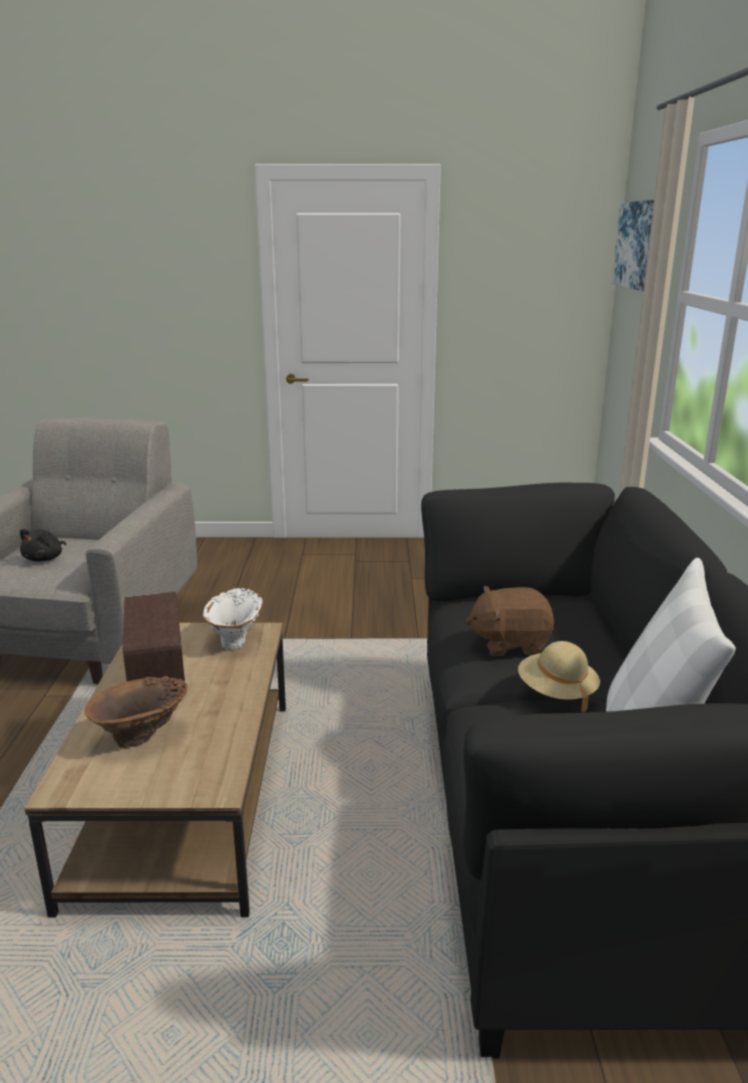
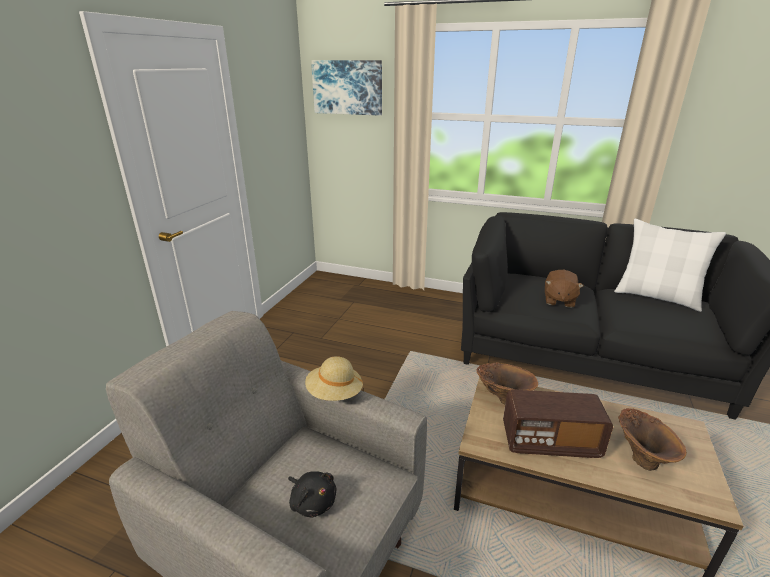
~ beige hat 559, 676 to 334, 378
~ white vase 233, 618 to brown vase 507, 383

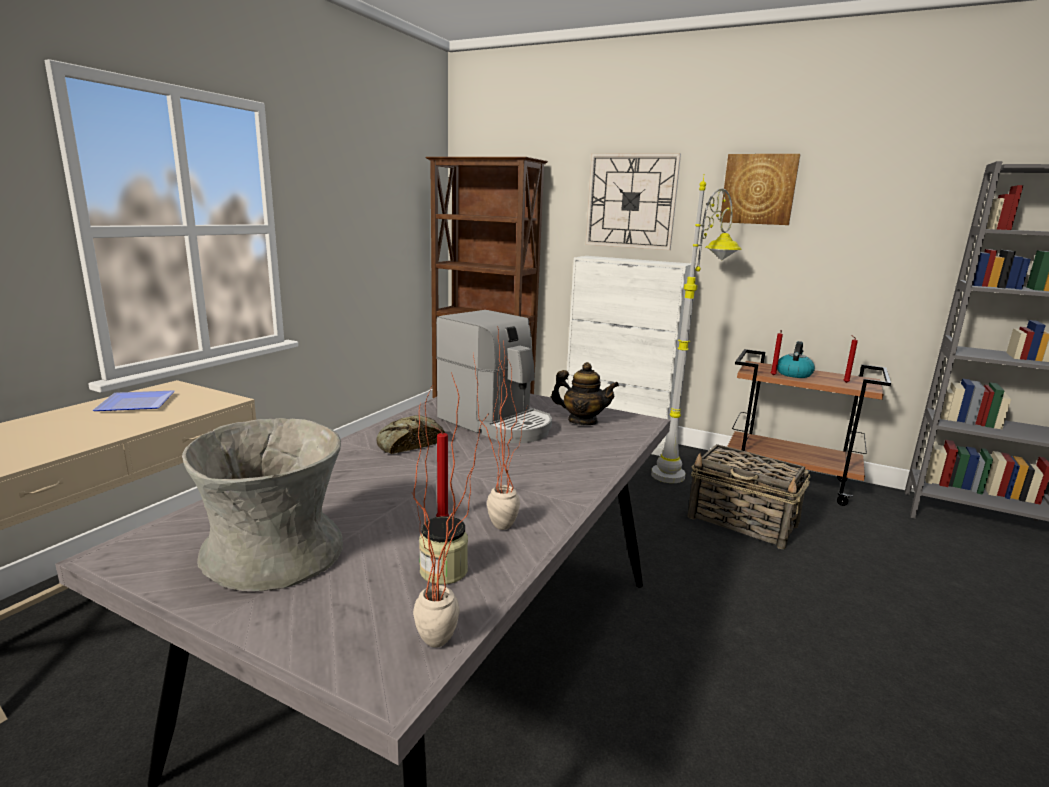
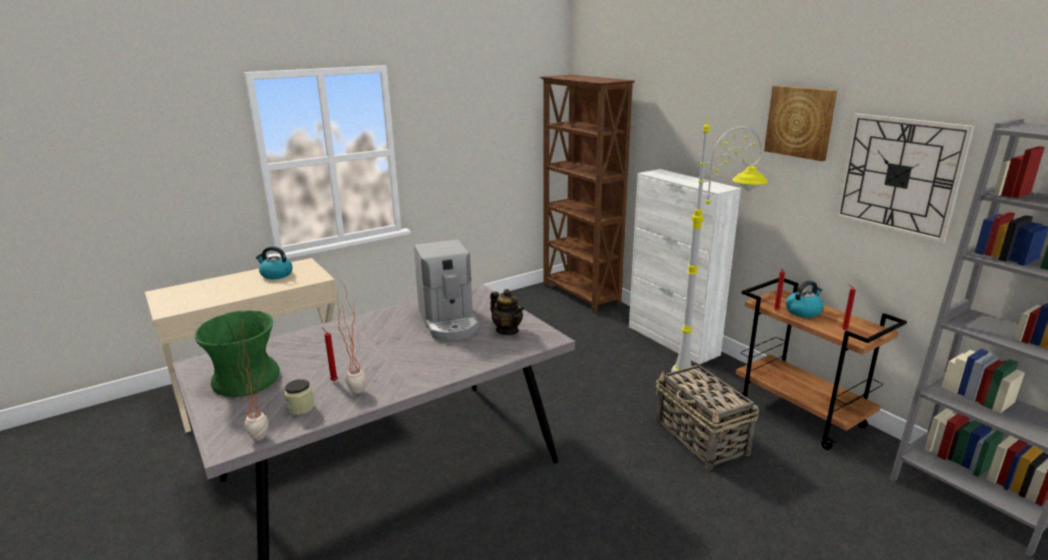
~ grey vase 262, 504 to green vase 237, 353
~ plate 133, 400 to kettle 274, 262
~ wall clock 633, 201 to 905, 178
- bread 410, 434

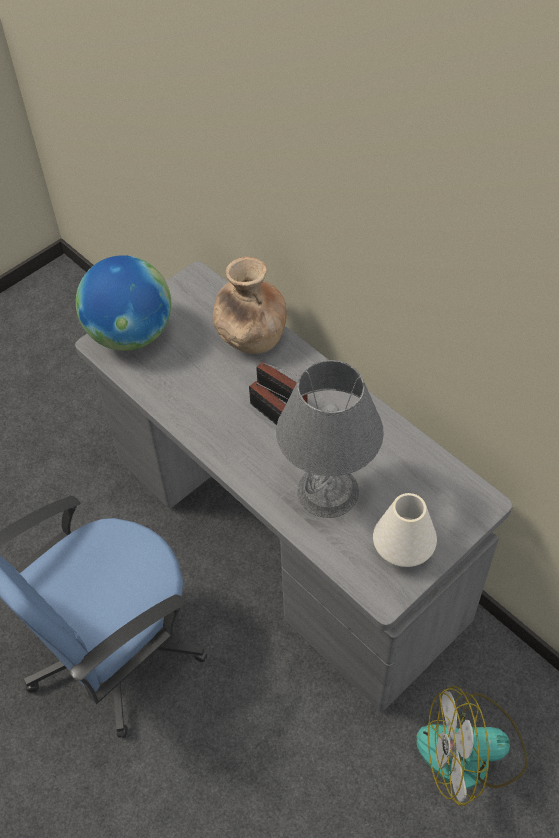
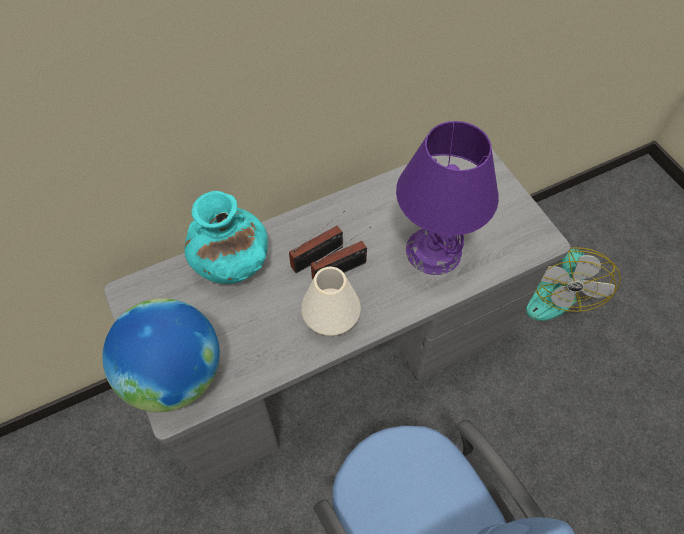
~ brown vase 250, 305 to turquoise vase 226, 237
~ white vase 405, 530 to 331, 301
~ grey table lamp 330, 439 to purple table lamp 447, 198

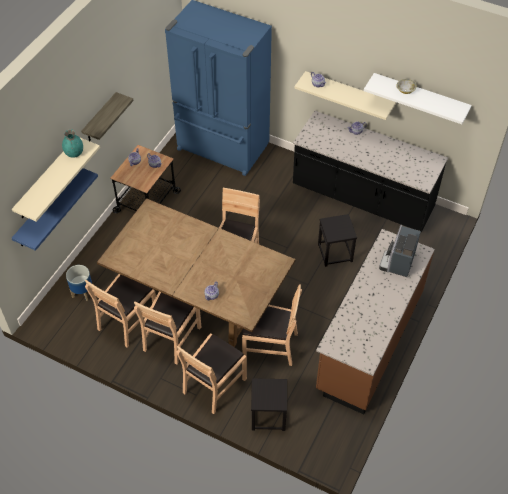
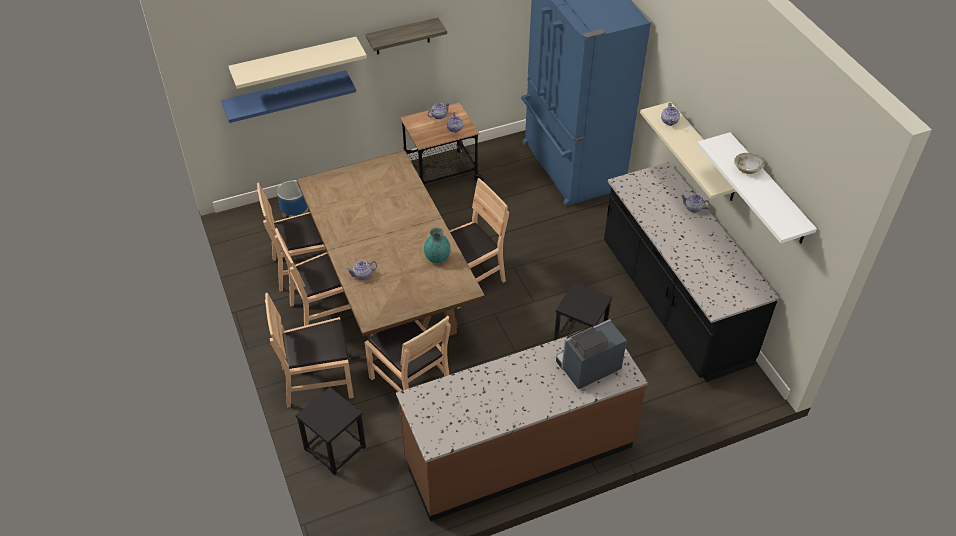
~ turquoise vase 72, 143 to 437, 245

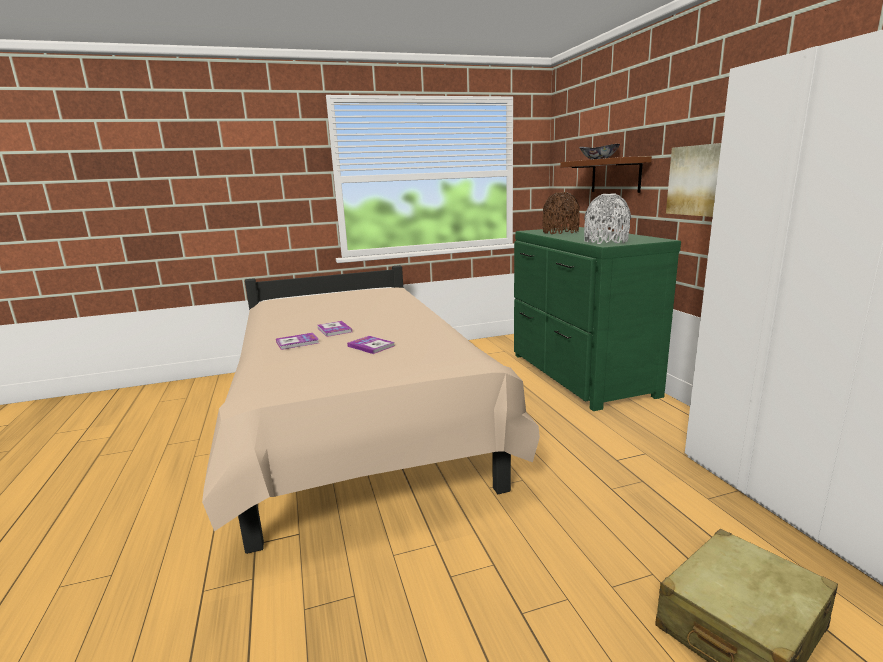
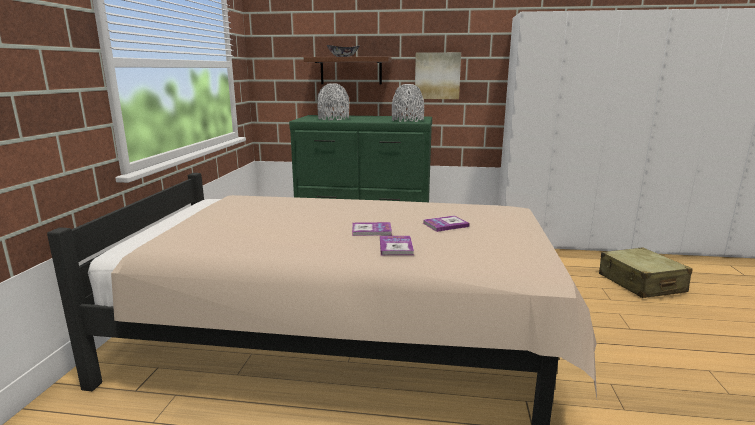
~ brown vase 561, 213 to grey vase 333, 102

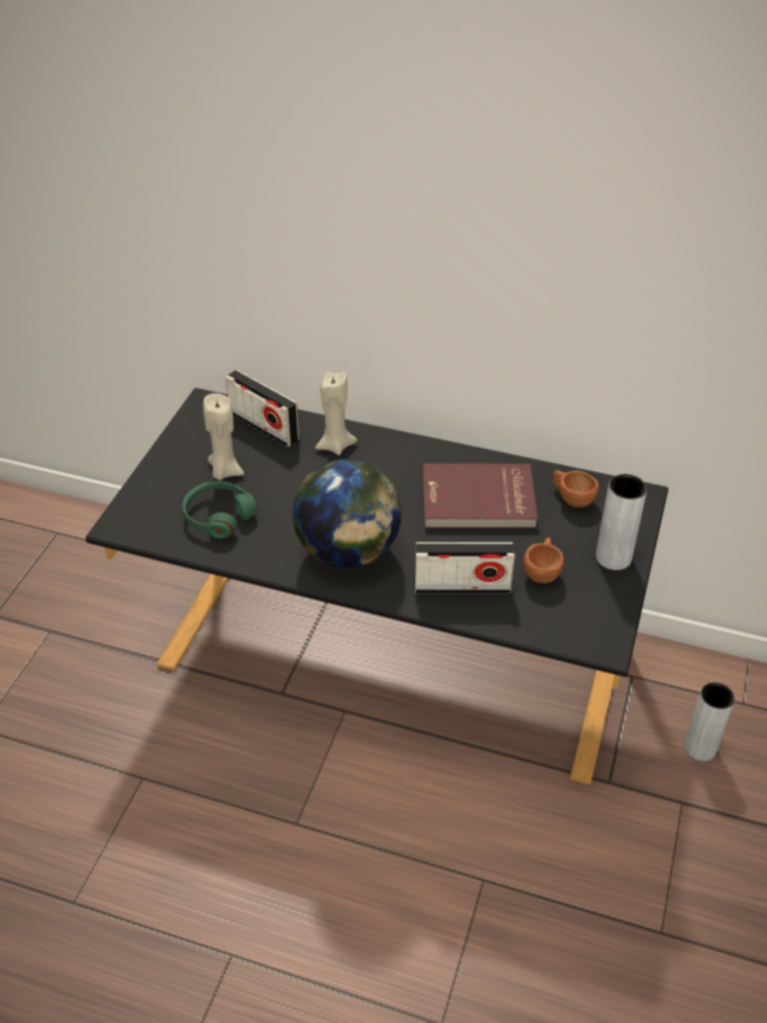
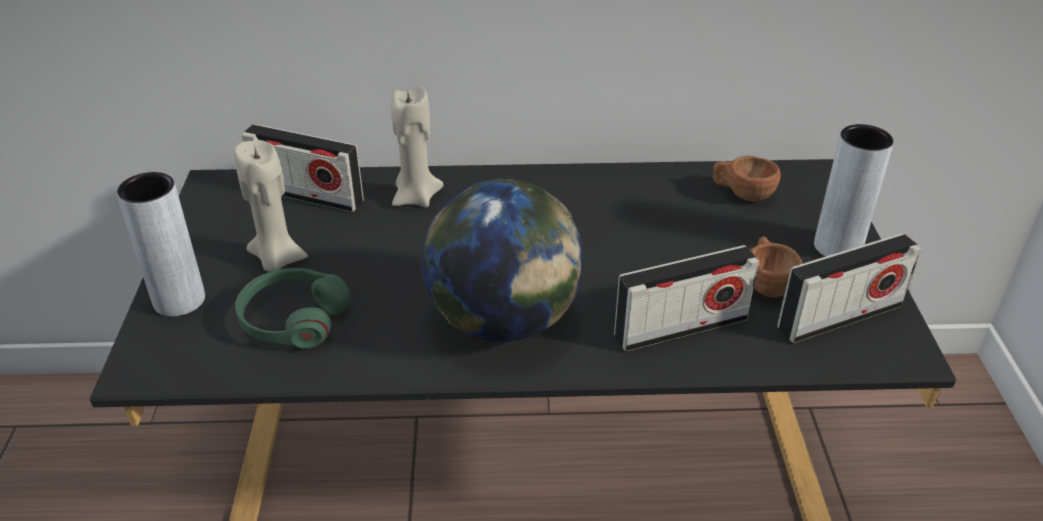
~ grey vase 709, 721 to 161, 244
+ radio 849, 288
- red book 480, 495

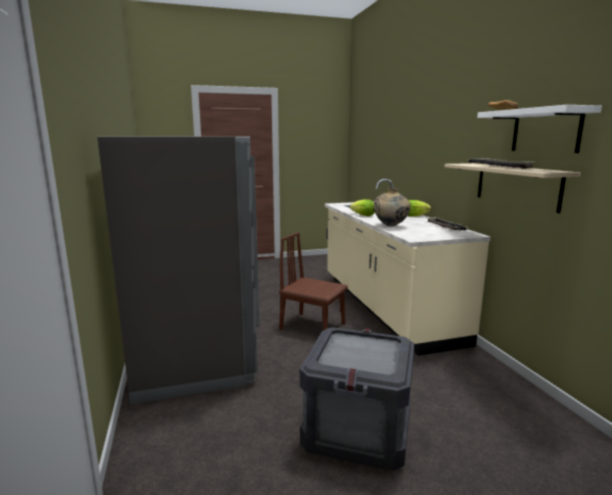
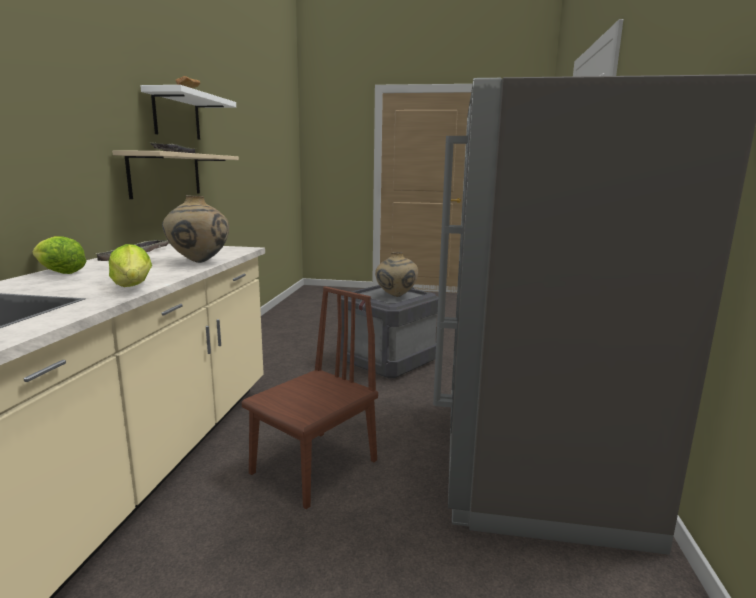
~ brown chair 313, 281 = 309, 397 105 degrees counterclockwise
+ beige vase 396, 274

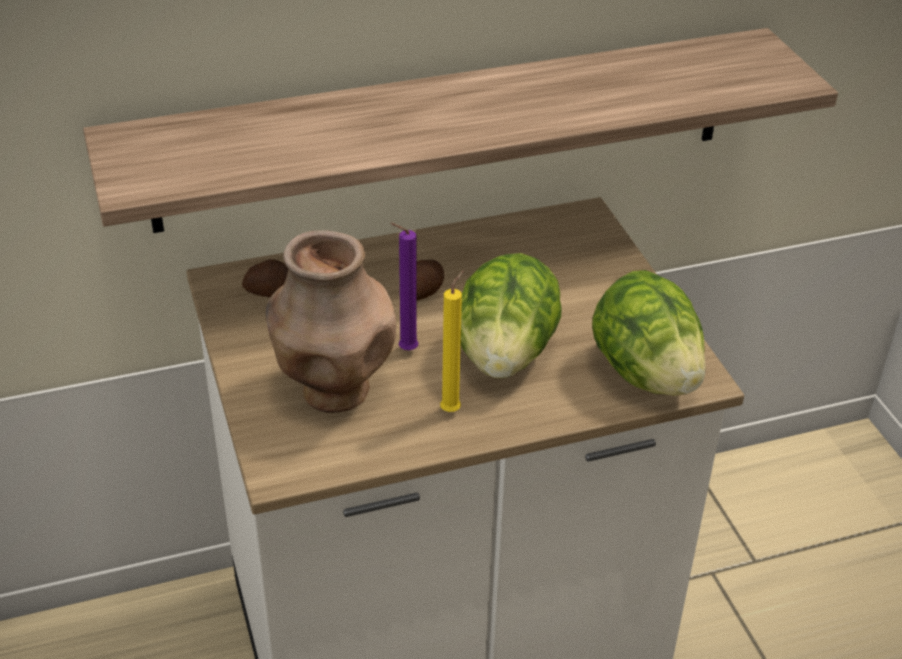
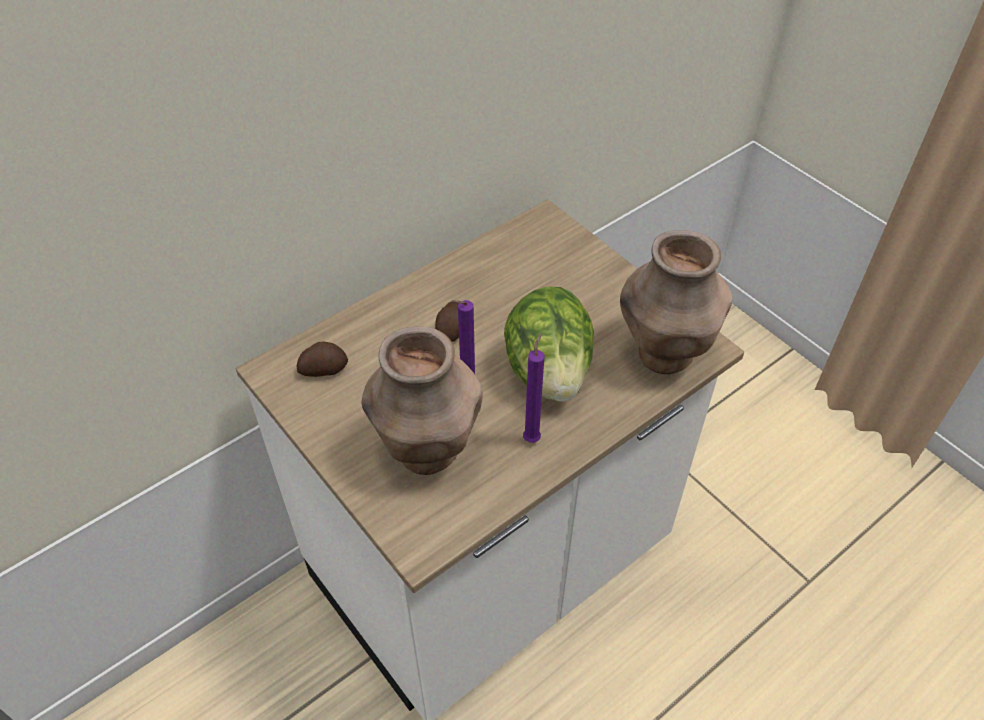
~ yellow candle 452, 341 to purple candle 534, 388
~ lettuce 648, 333 to brown vase 676, 302
- shelf 460, 130

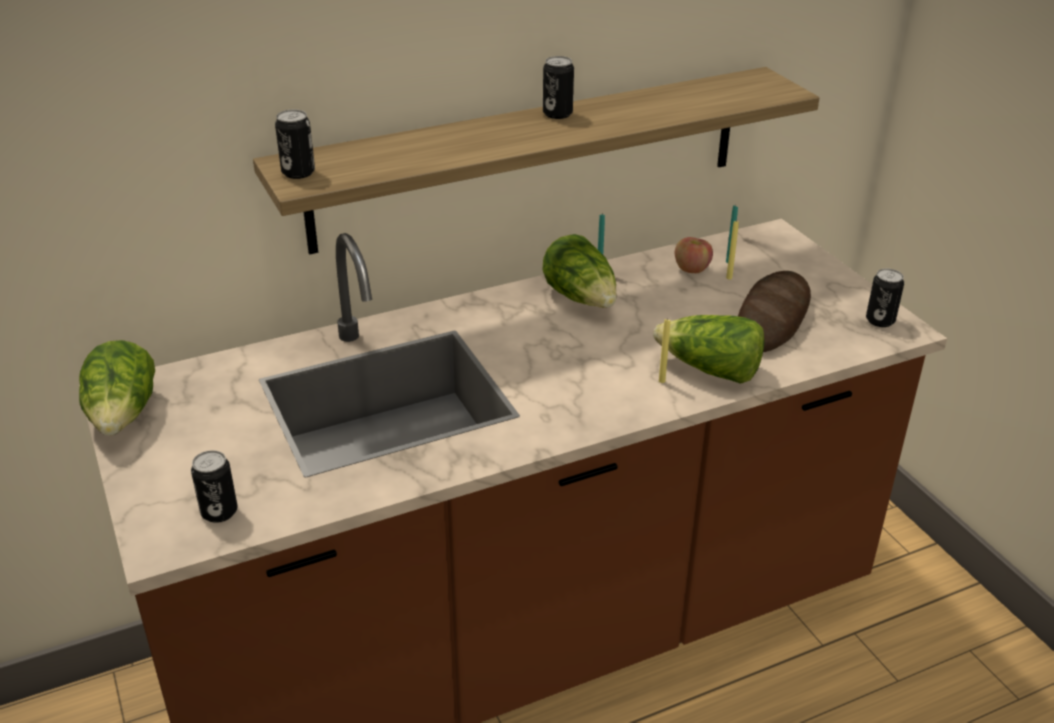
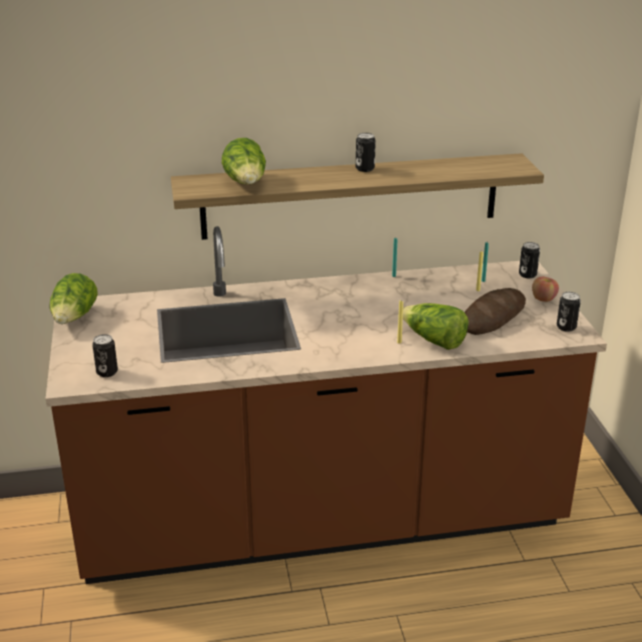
~ lettuce 579, 271 to 244, 161
~ can 295, 144 to 529, 260
~ apple 694, 255 to 545, 289

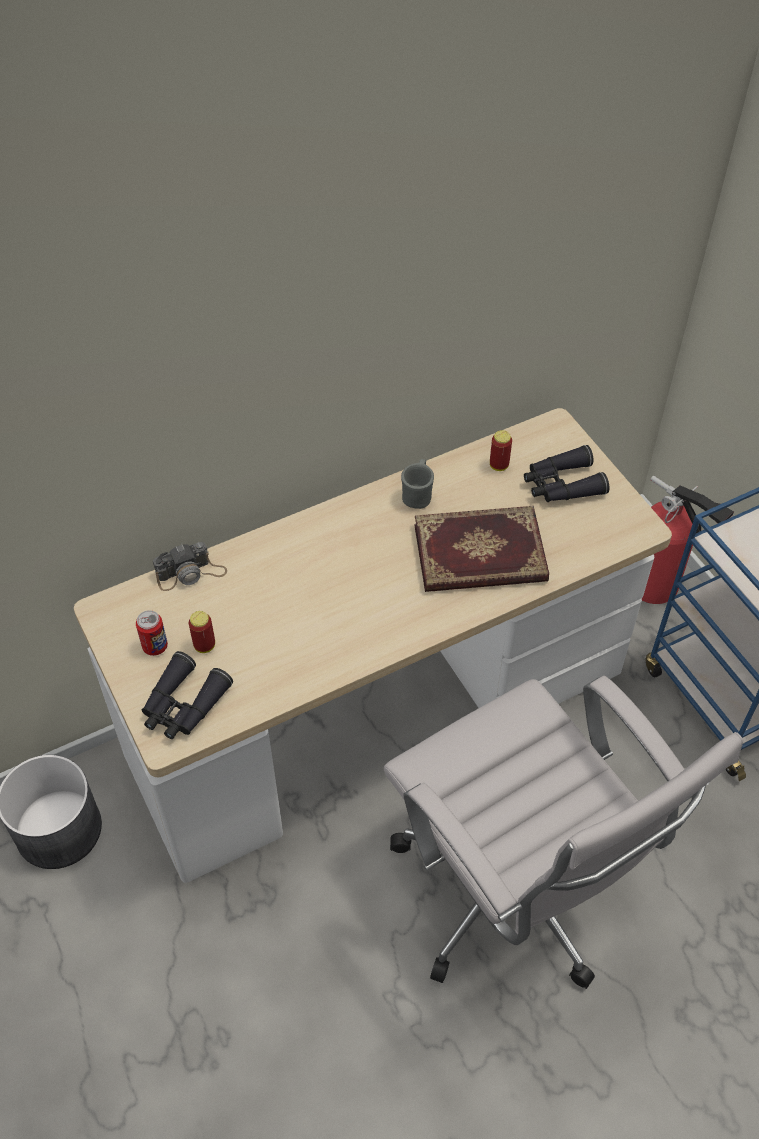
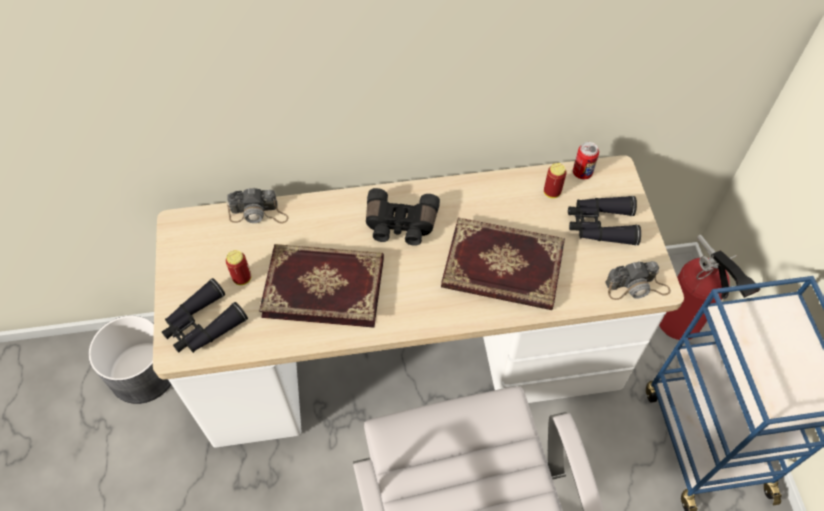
+ book 321, 286
+ black binoculars 403, 217
~ can 152, 633 to 586, 160
+ photo camera 638, 280
- grey mug 417, 484

